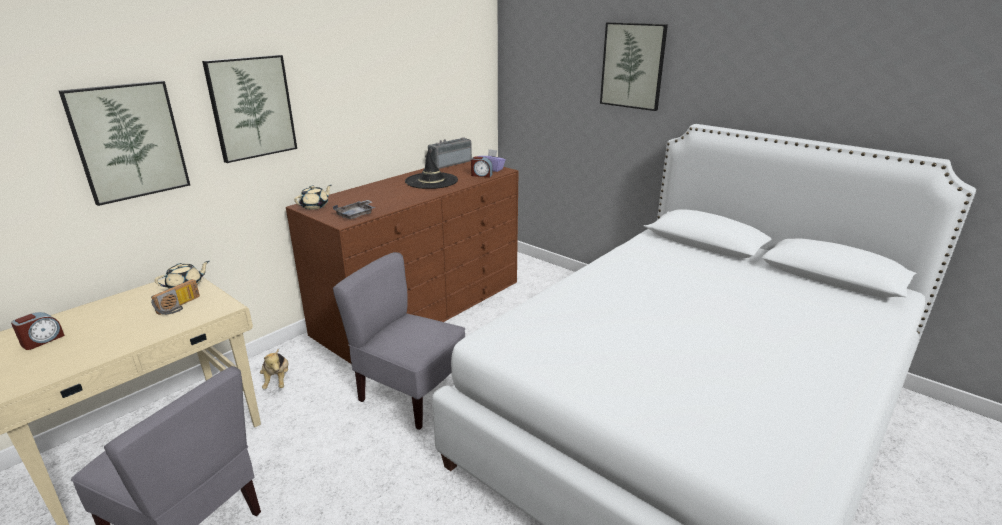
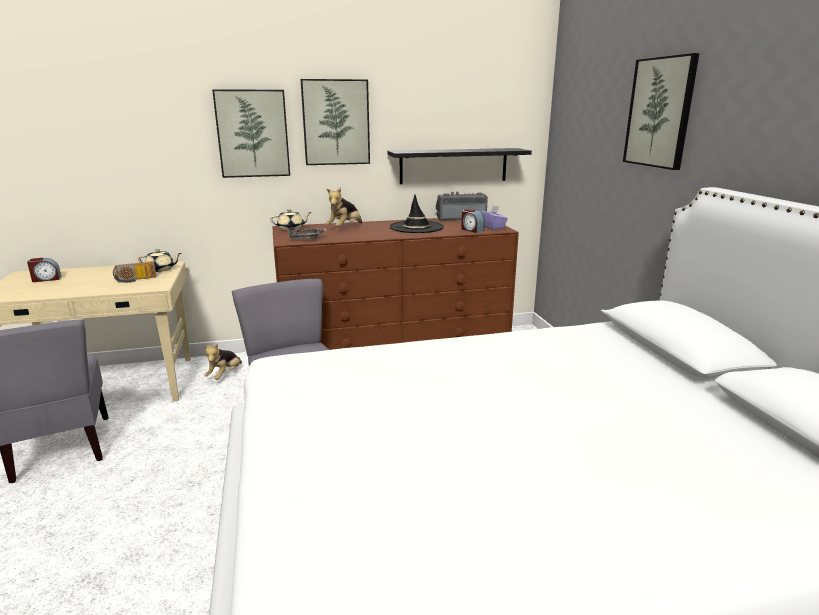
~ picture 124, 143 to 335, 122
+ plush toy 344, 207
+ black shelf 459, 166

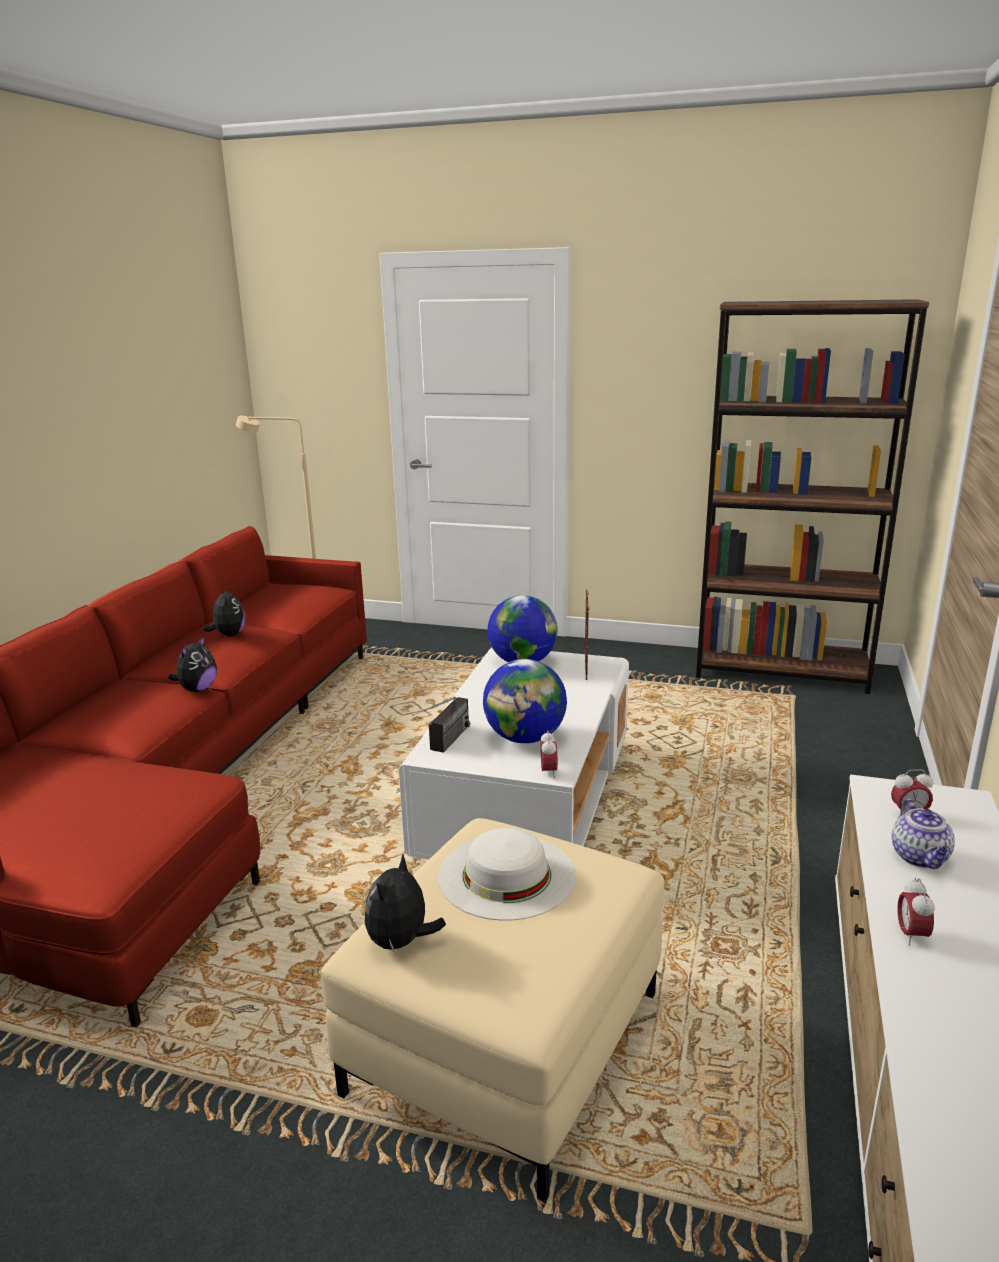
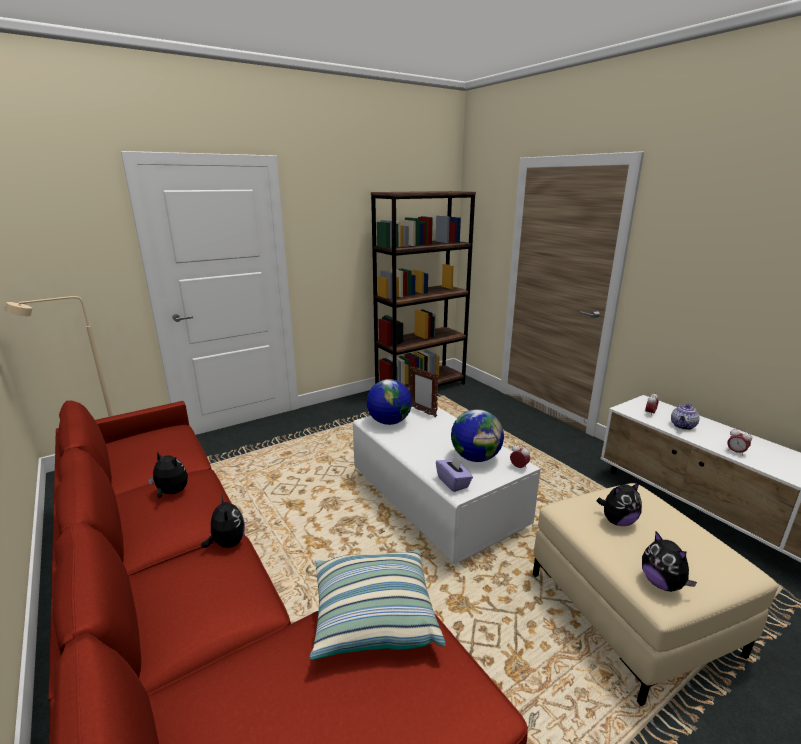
+ pillow 378, 605
~ radio 441, 725 to purple tissue box 454, 473
~ white hat 507, 874 to plush toy 619, 504
~ teapot 923, 834 = 685, 416 90 degrees clockwise

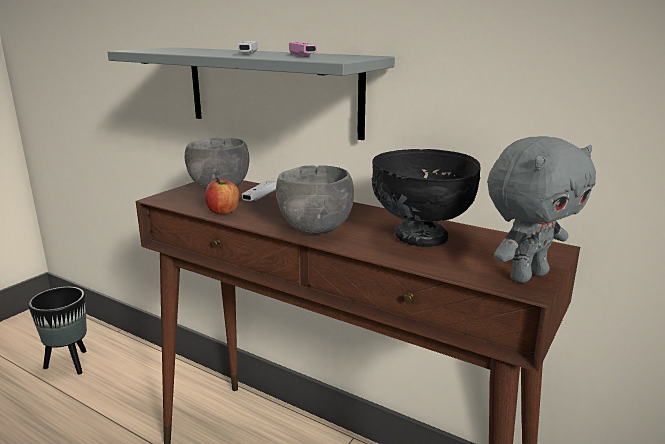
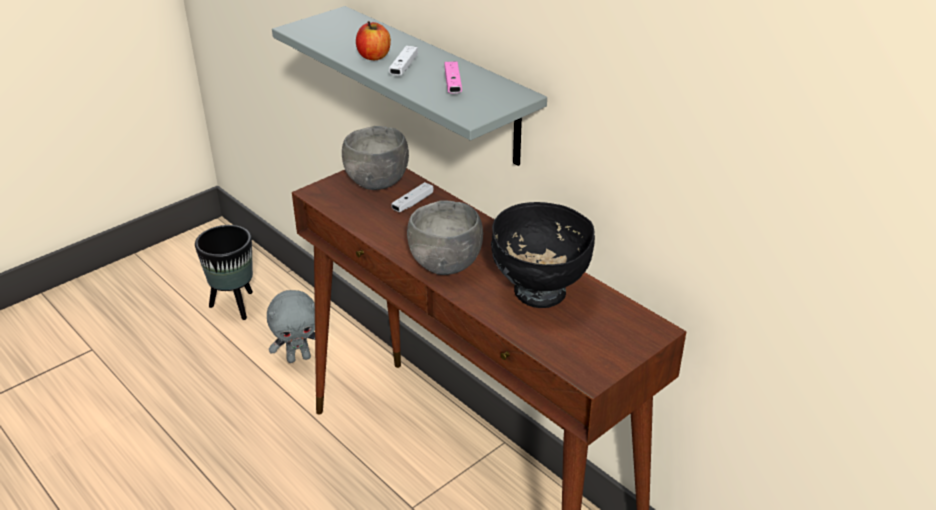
~ grey plush toy 541, 209 to 291, 326
~ apple 222, 196 to 373, 40

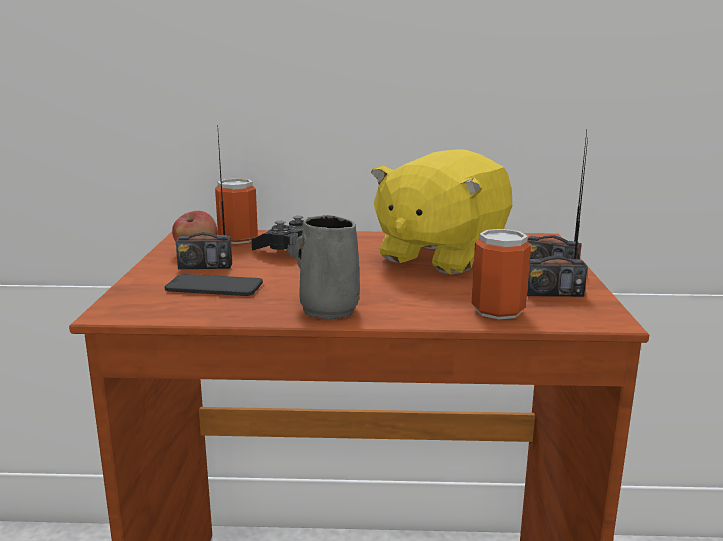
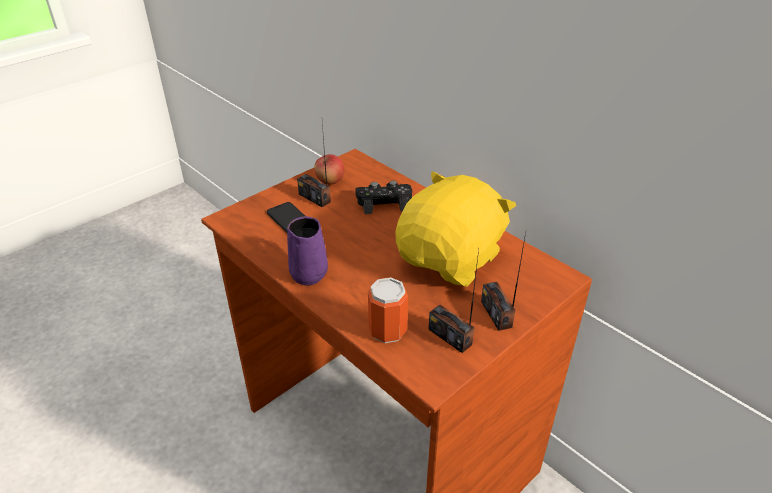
~ grey mug 328, 267 to purple mug 307, 251
~ yellow plush toy 441, 212 = 455, 229 135 degrees clockwise
- can 236, 211

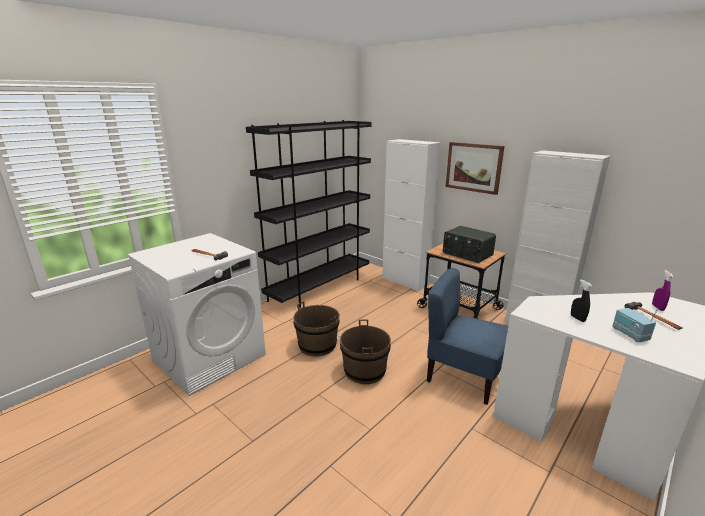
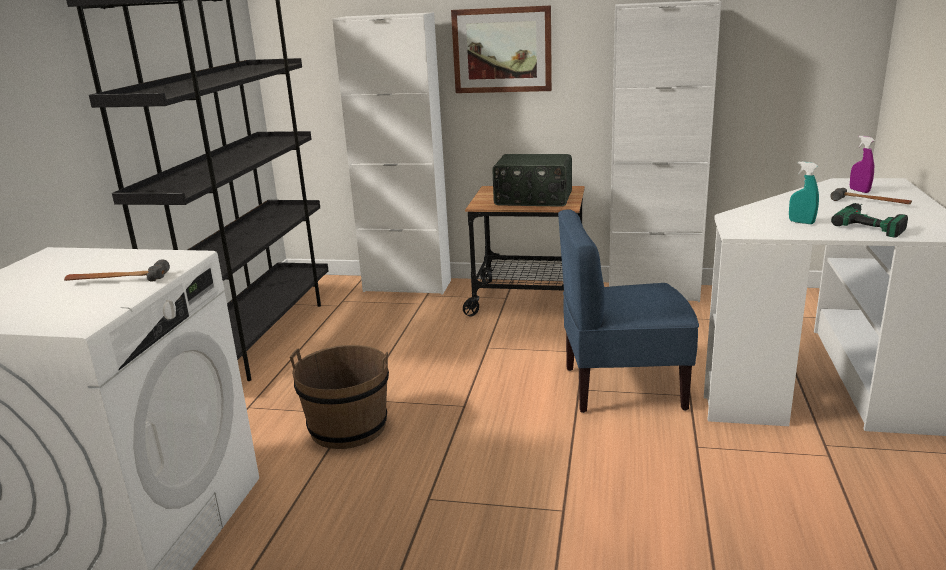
~ black spray bottle 581, 300 to turquoise spray bottle 804, 192
~ radio 635, 325 to power drill 869, 220
- brown bucket 365, 351

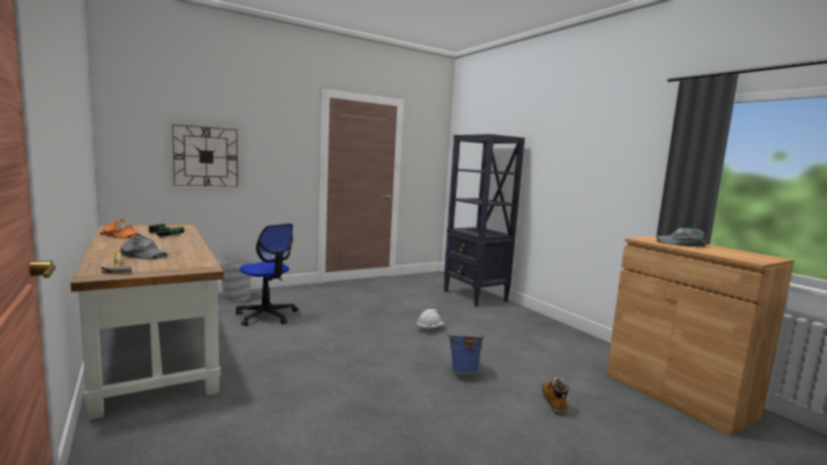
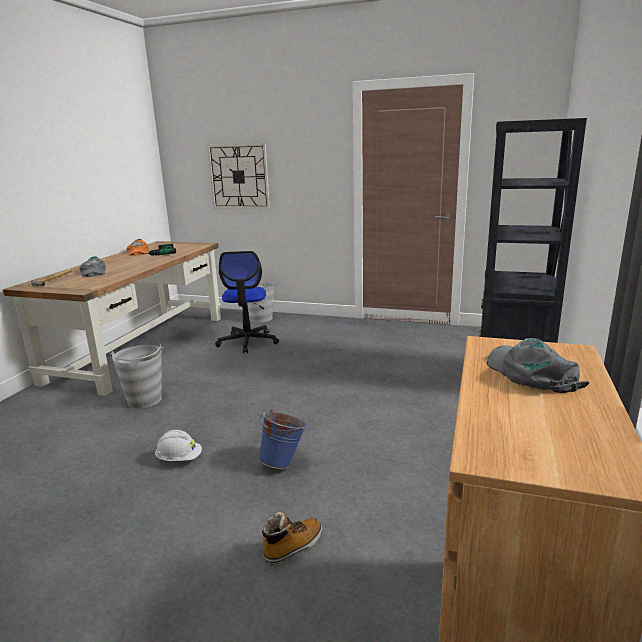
+ grey bucket 136, 376
~ white hard hat 430, 320 to 178, 445

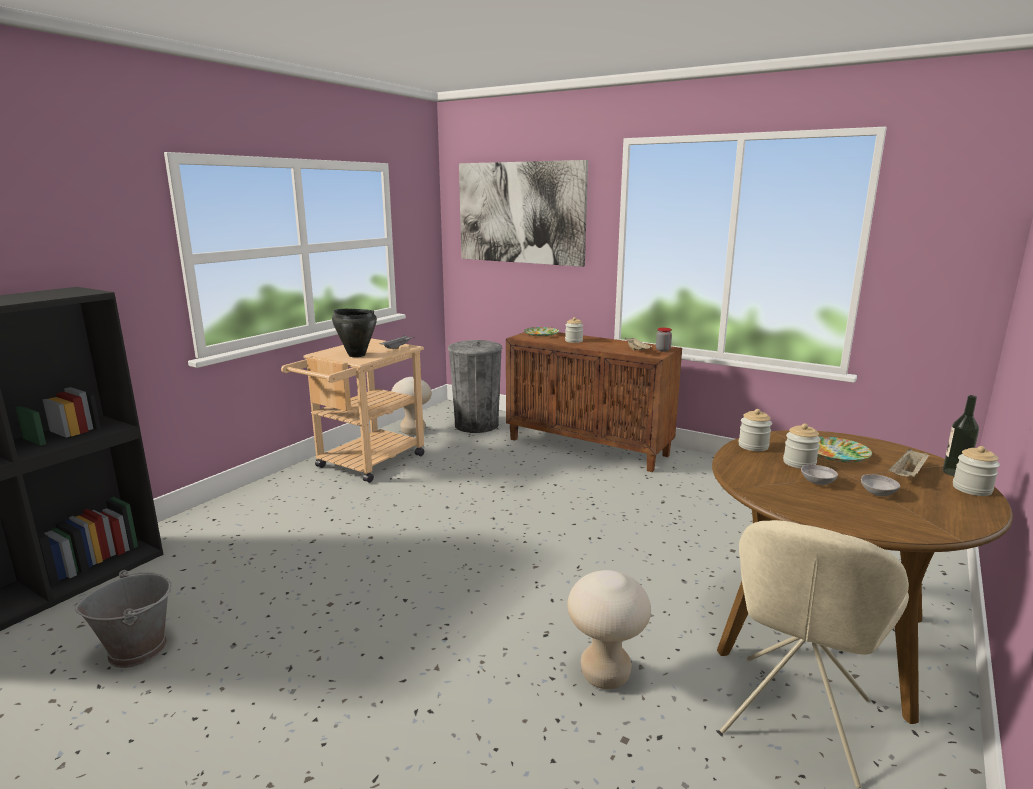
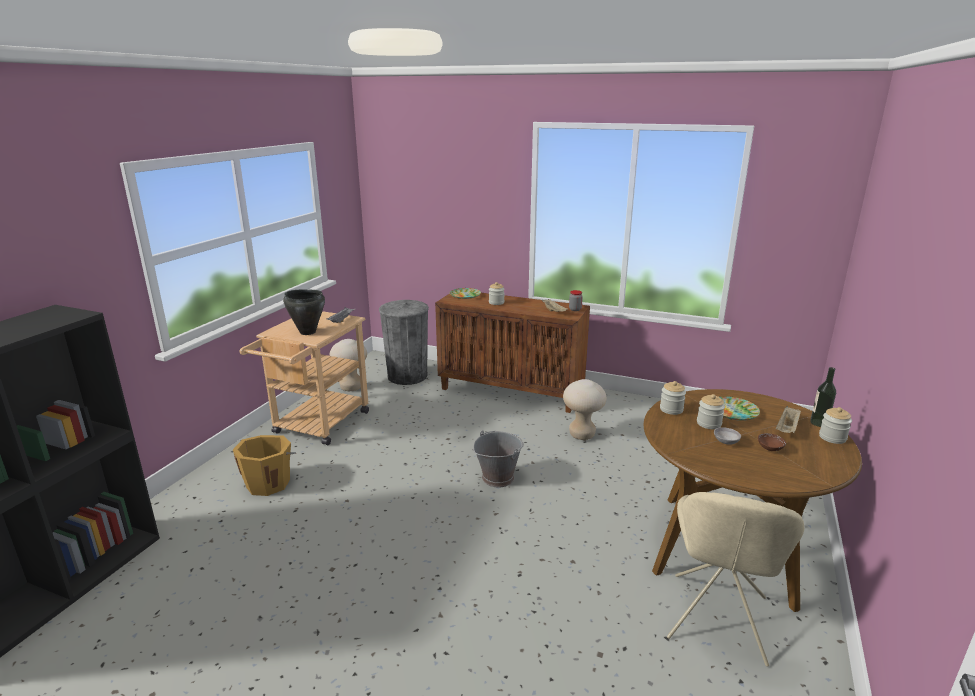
+ orange bucket 264, 465
~ grey bucket 124, 619 to 498, 458
~ beige stool 609, 629 to 584, 409
~ grey bowl 881, 485 to brown bowl 772, 442
- picture 523, 213

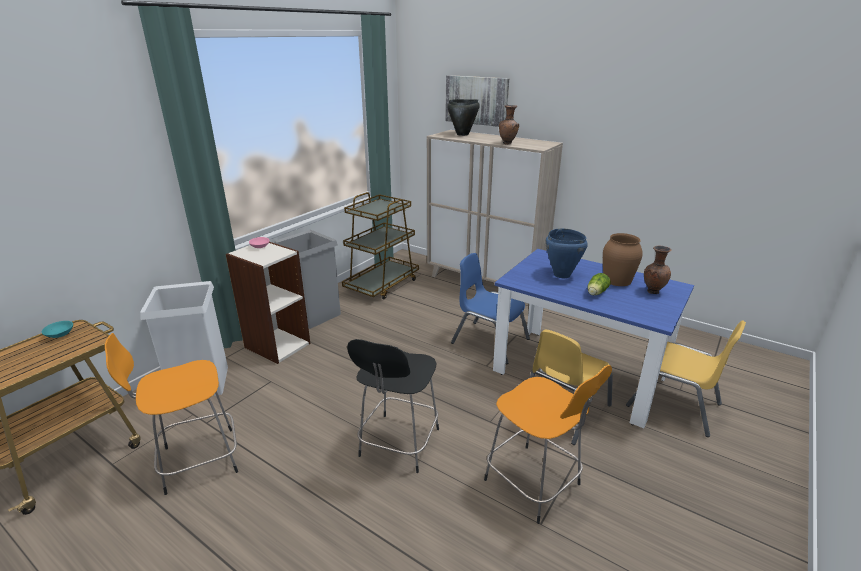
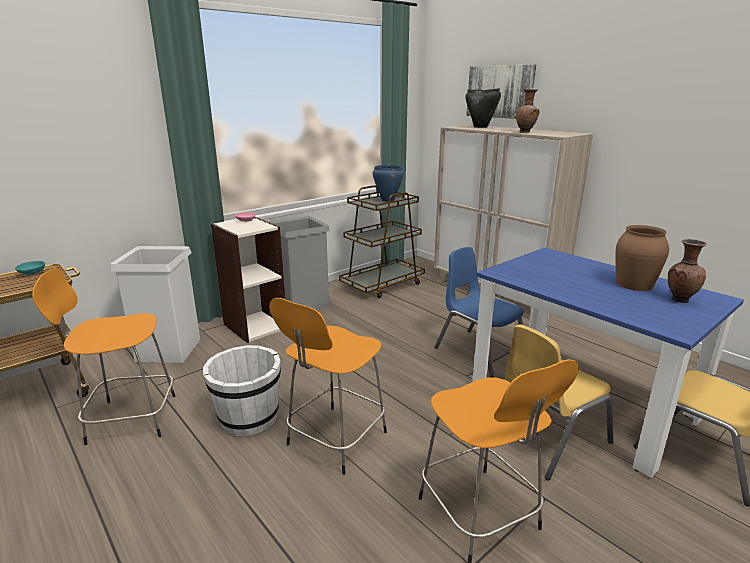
+ white bucket 242, 390
~ black stool 393, 406 to orange stool 328, 386
~ blue cooking pot 566, 253 to 388, 183
- lettuce 599, 284

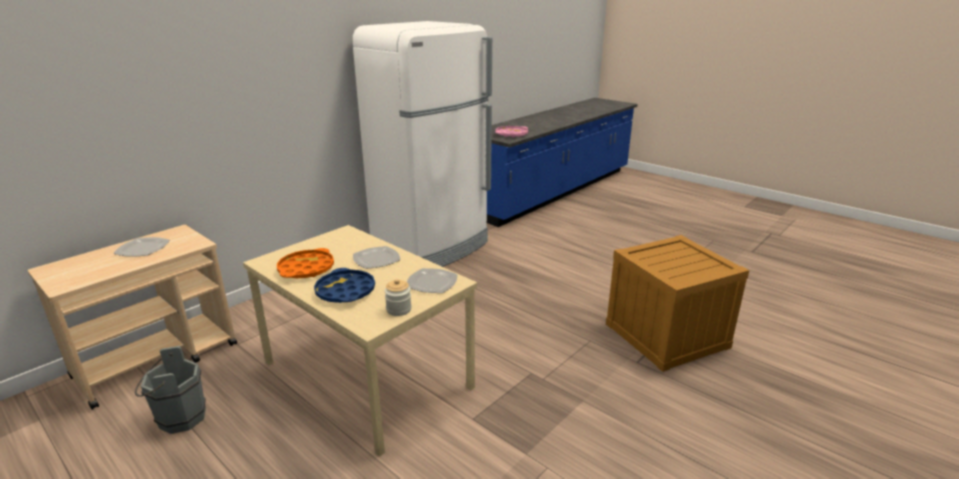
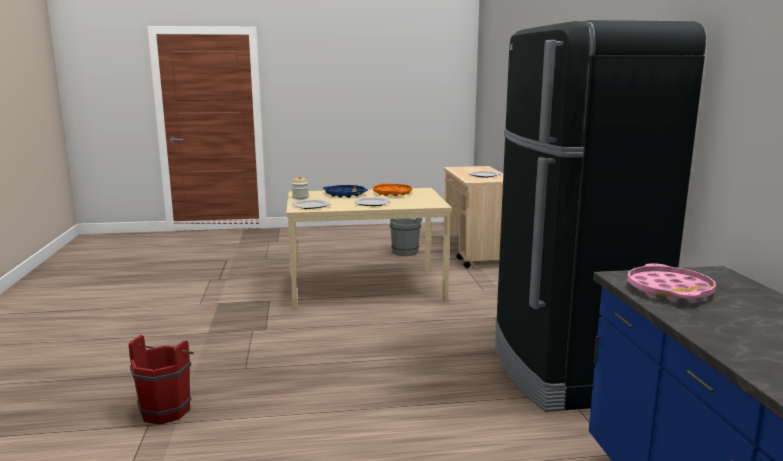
~ crate 677, 303 to red bucket 161, 380
~ white fridge 422, 144 to black fridge 600, 216

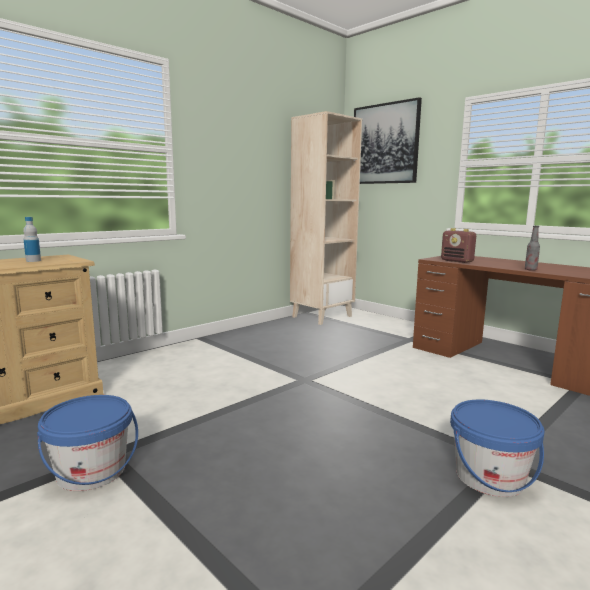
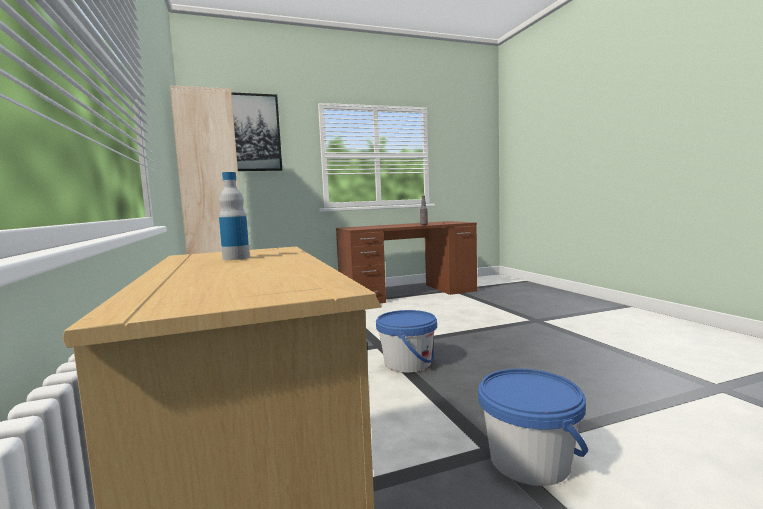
~ blue bucket 497, 448 to 406, 341
- radio 458, 245

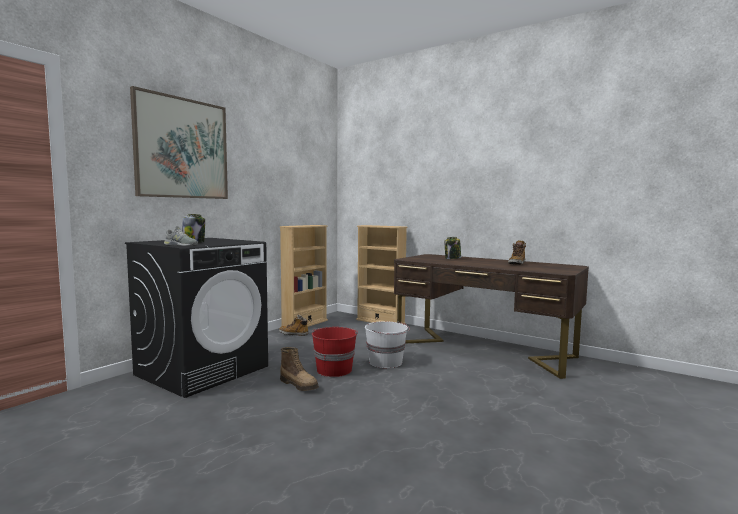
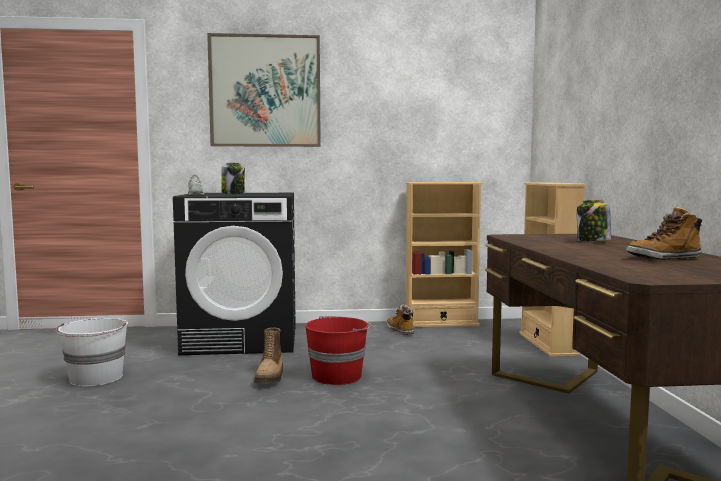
~ white bucket 387, 344 to 91, 352

